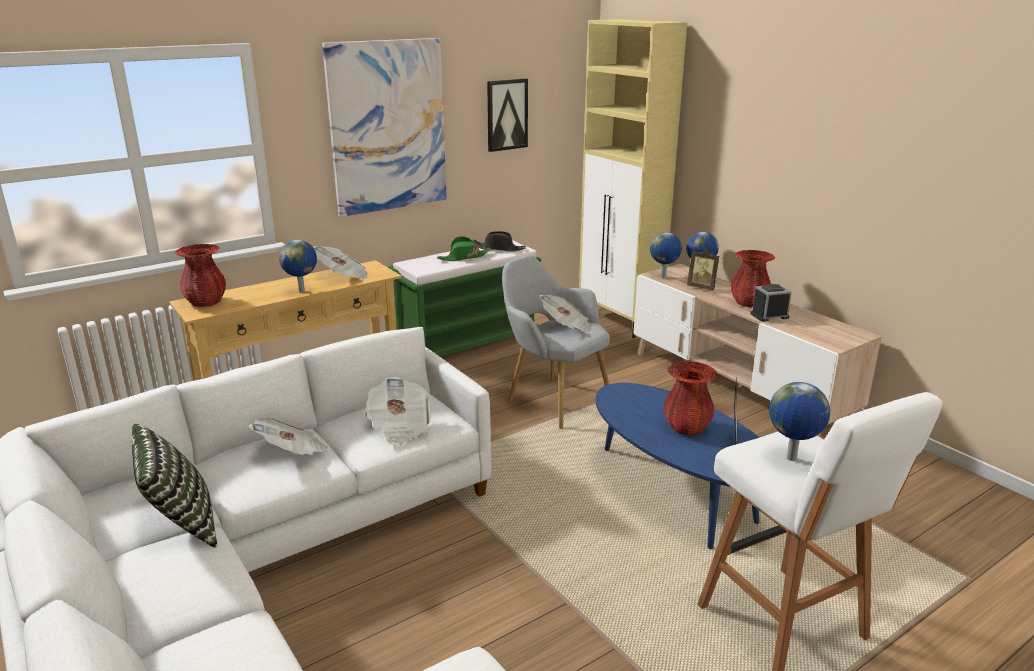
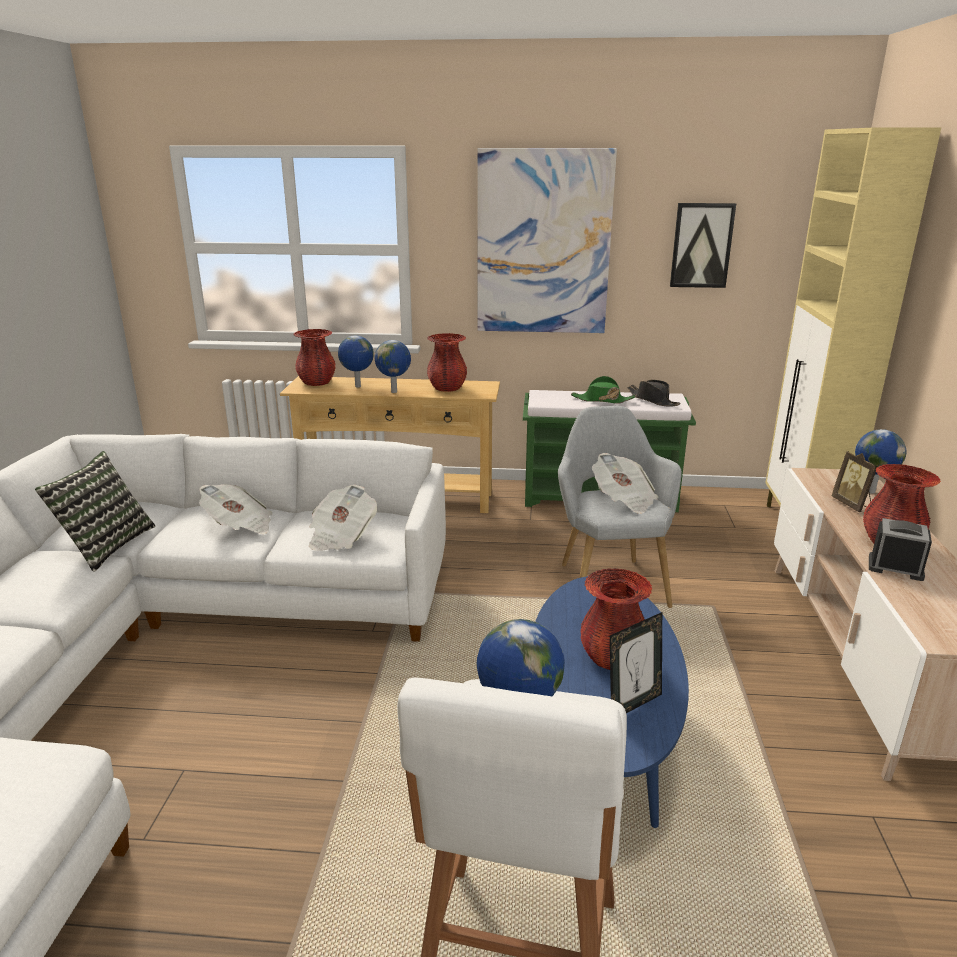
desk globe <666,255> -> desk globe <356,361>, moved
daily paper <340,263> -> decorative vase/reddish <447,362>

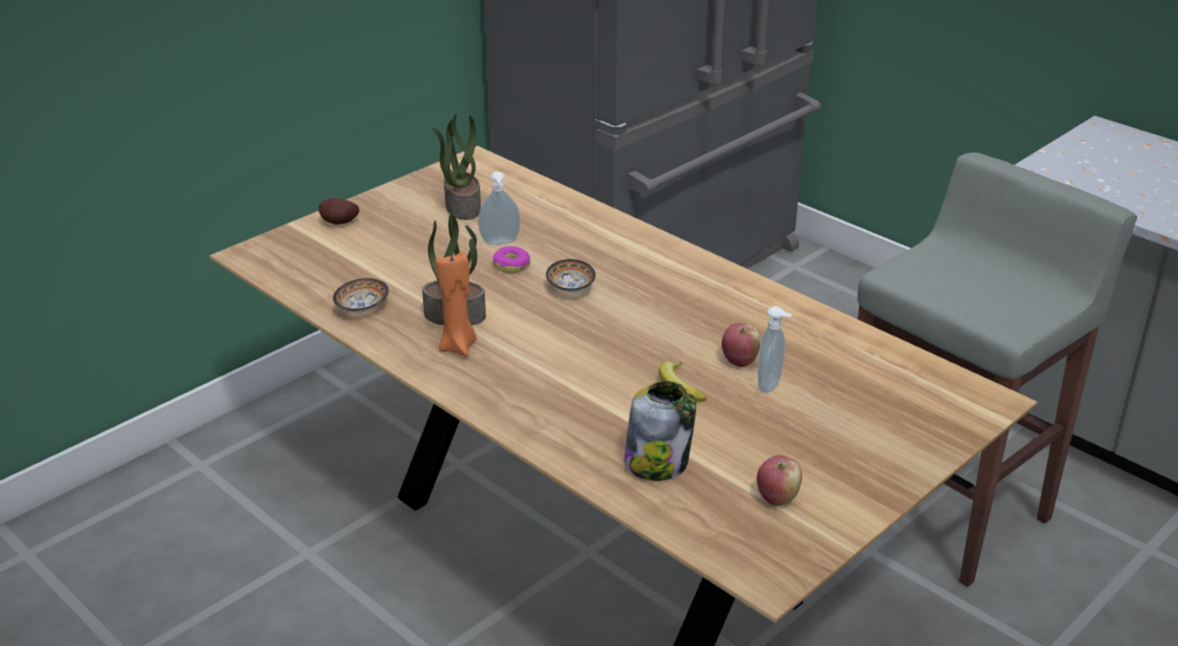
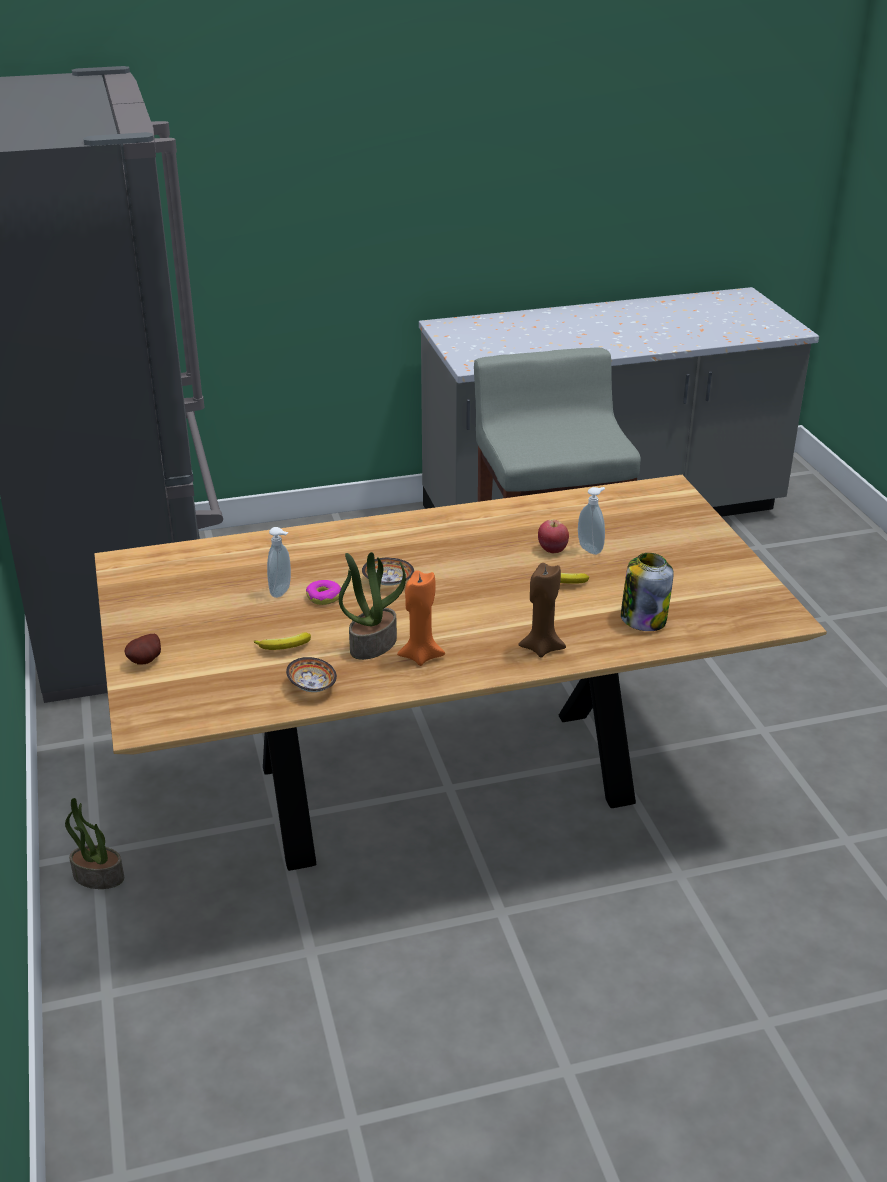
apple <779,480> -> none
none -> whole banana <282,641>
none -> wax candle/brownish <542,610>
plant in a pot <455,166> -> plant in a pot <94,843>, moved

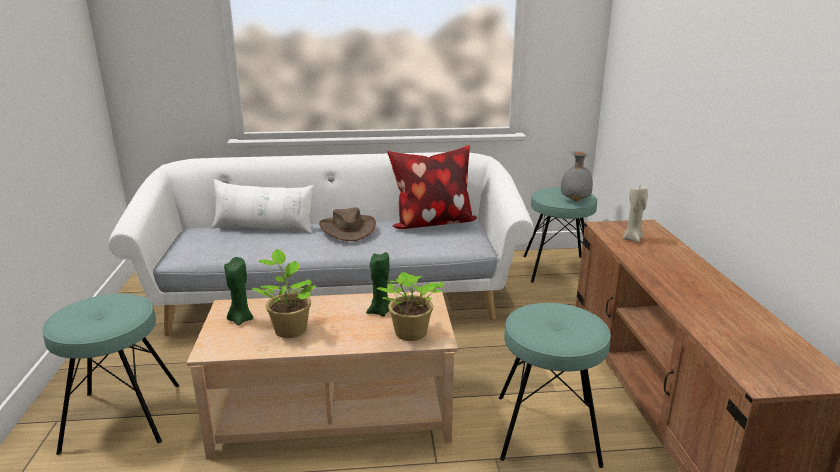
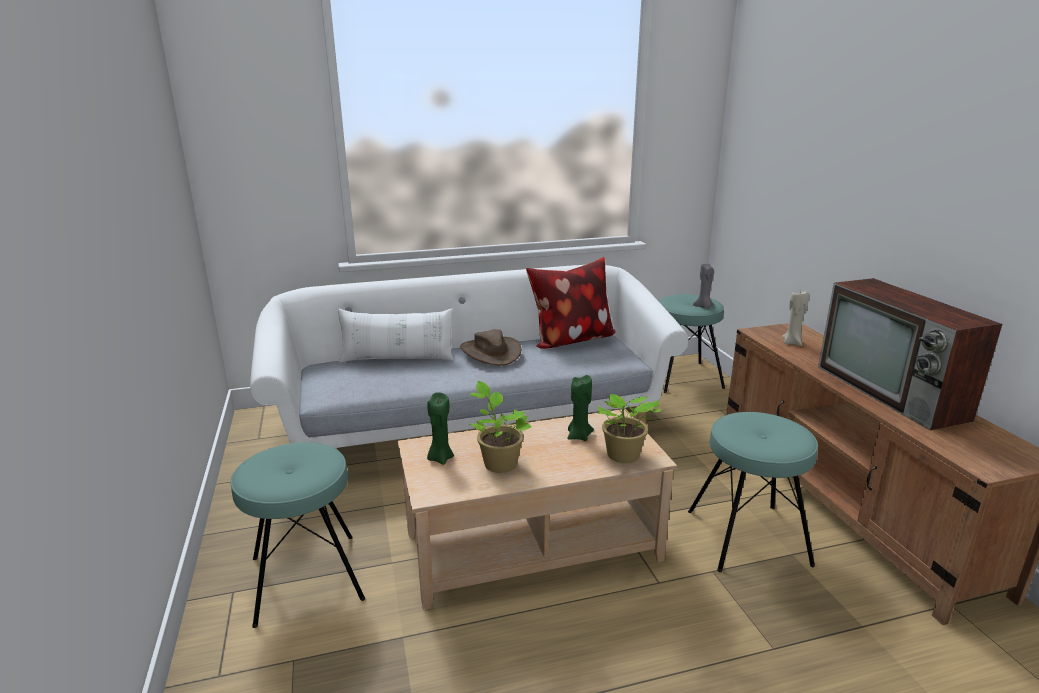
none -> television <910,354>
decorative vase/greyish <577,176> -> wax candle/greyish <703,286>

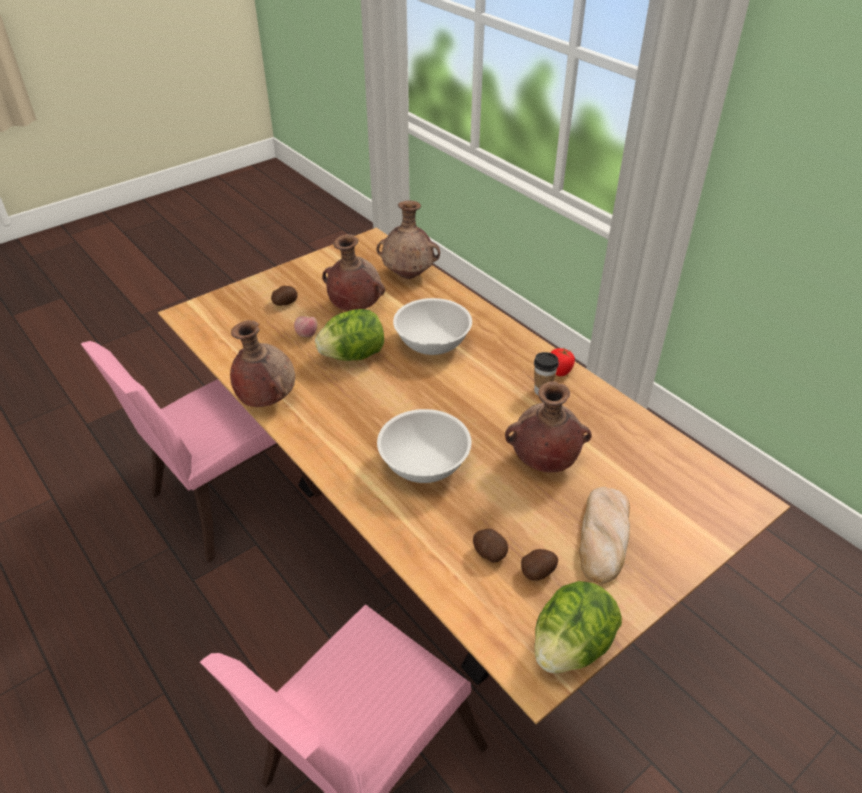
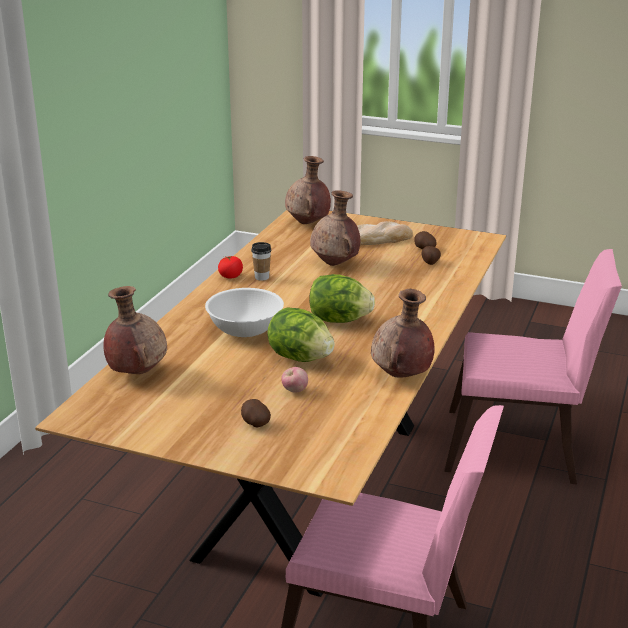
serving bowl/white-coloured <424,446> -> none
decorative vase/brownish <353,272> -> decorative vase/brownish <308,190>, moved
lettuce head <578,627> -> lettuce head <342,298>, moved

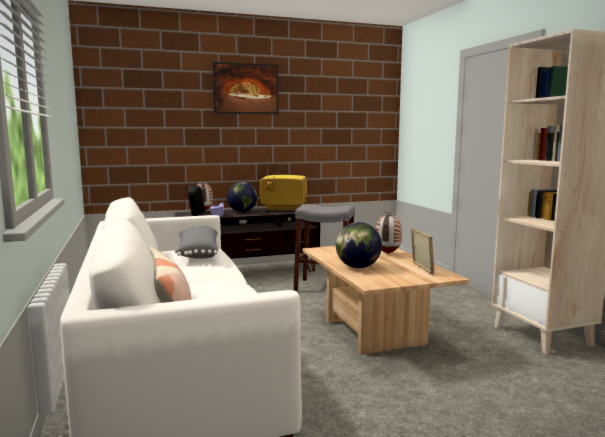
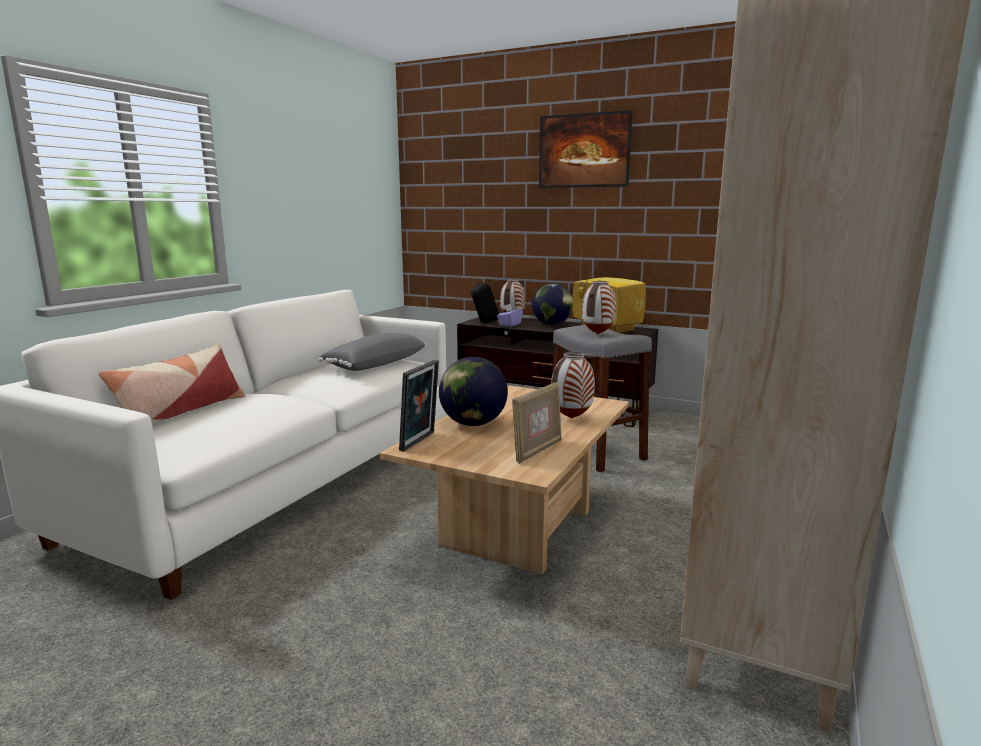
none -> picture frame <419,406>
none -> decorative vase <599,307>

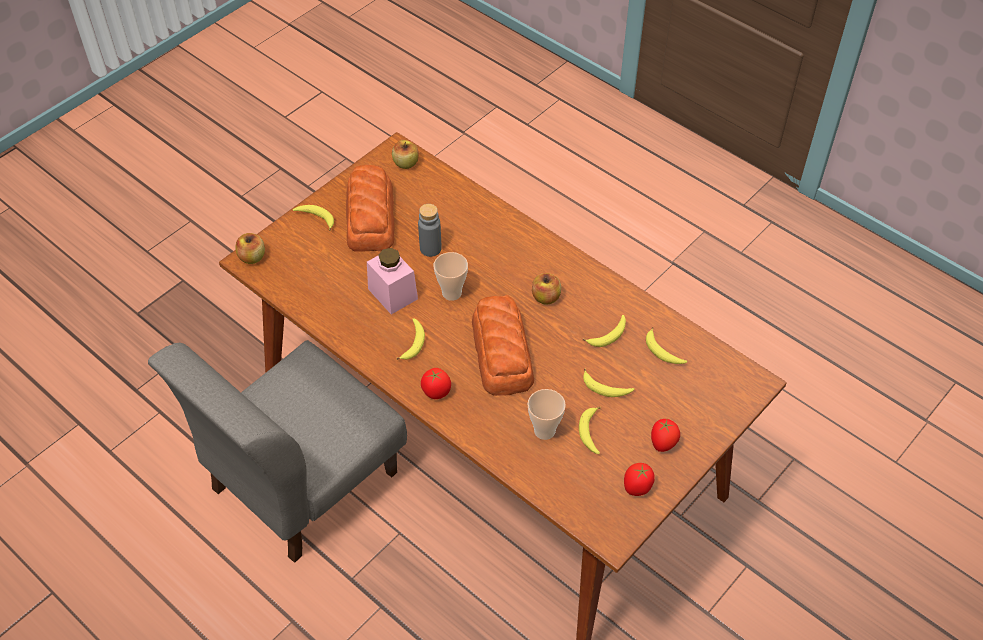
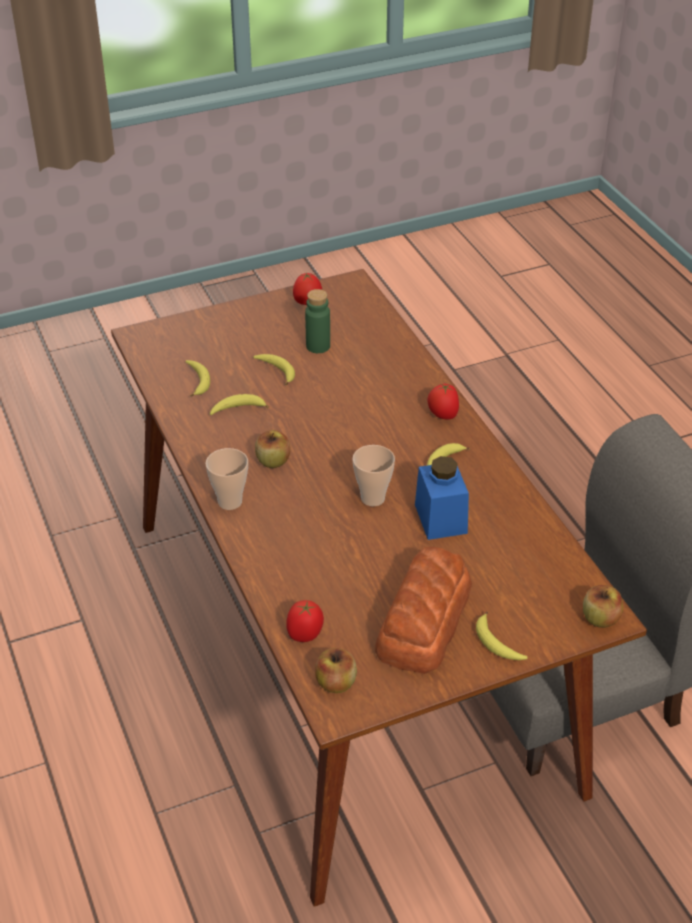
beverage bottle/greyish <430,230> -> none
bread <503,345> -> none
small cup <546,414> -> small cup <226,479>, moved
fresh tomato <665,435> -> fresh tomato <305,621>, moved
whole banana <590,430> -> beverage bottle/green <317,321>
preserve jar/pinkish <392,281> -> preserve jar/blue <442,498>

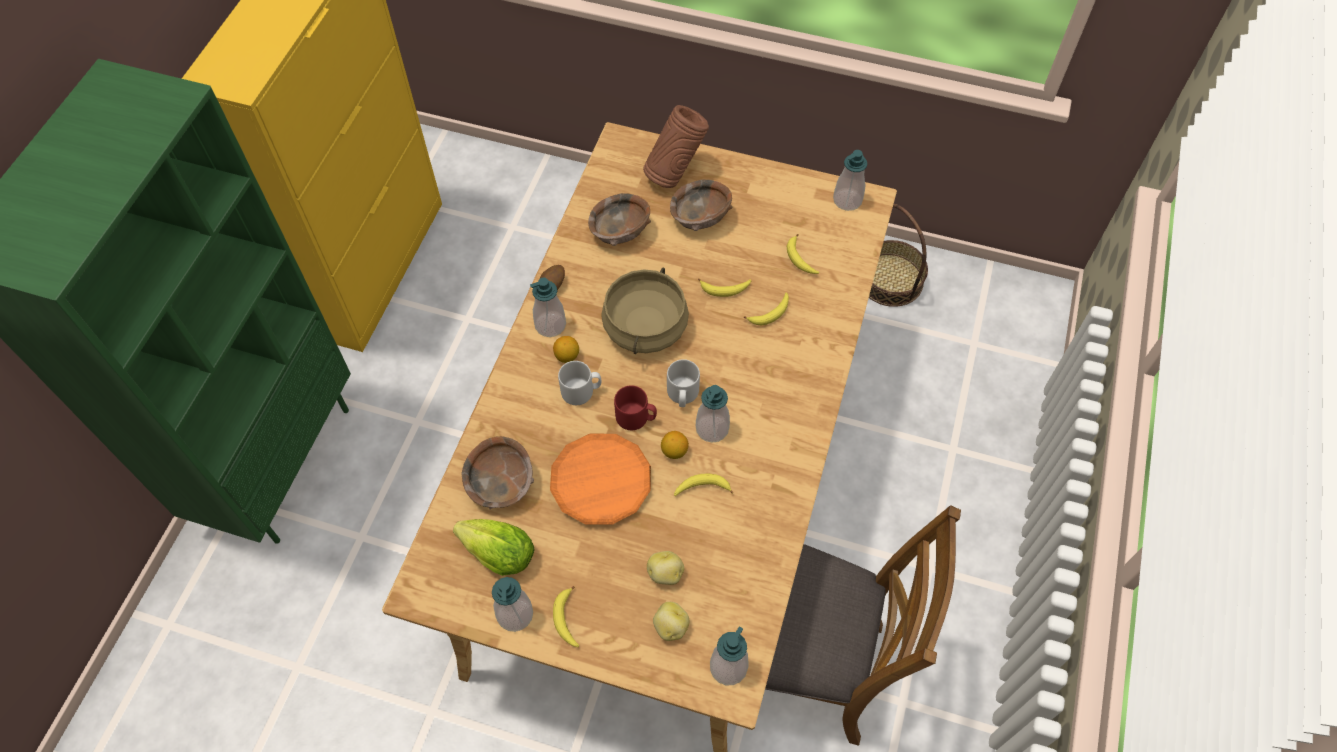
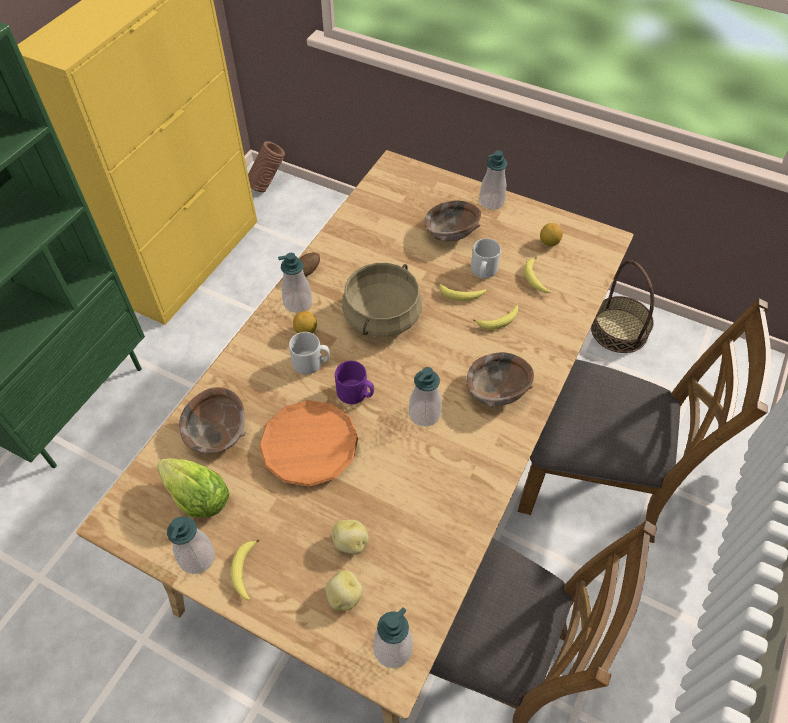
whole banana <703,485> -> none
none -> plain chair/brownish <644,420>
serving bowl/brownish <619,219> -> serving bowl/brownish <500,380>, moved
decorative vase/brownish <676,146> -> decorative vase/brownish <266,166>, moved
lemon <675,445> -> lemon <551,234>, moved
coffee mug/greyish <683,383> -> coffee mug/greyish <486,258>, moved
soap dispenser <850,180> -> soap dispenser <493,180>, moved
coffee mug/reddish <635,407> -> coffee mug/purple-coloured <354,382>

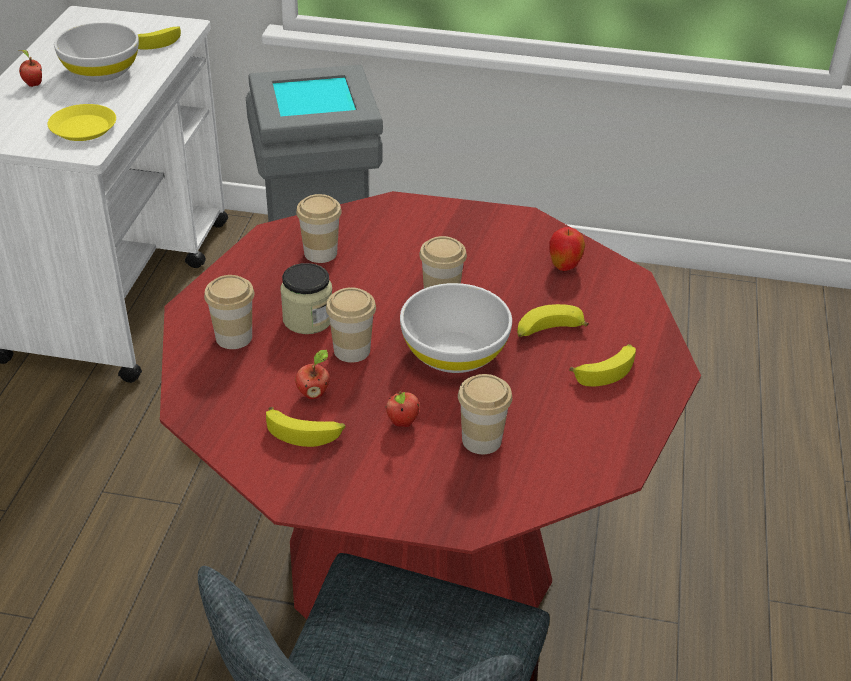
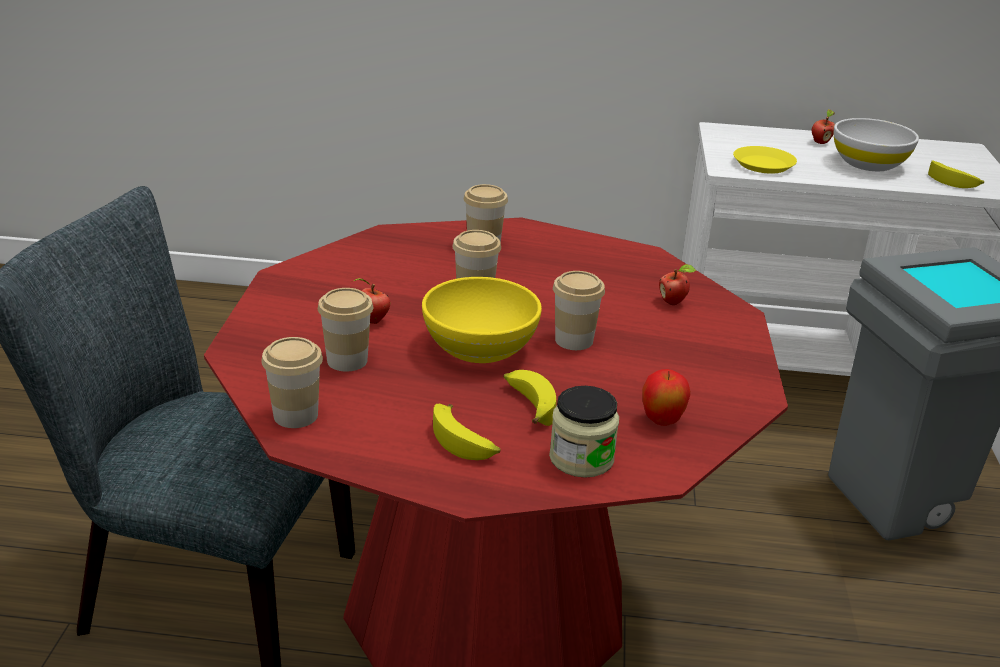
whole banana <305,427> -> none
preserve jar <306,298> -> preserve jar <584,432>, moved
apple <312,374> -> apple <677,284>, moved
small cup <319,228> -> small cup <292,382>, moved
serving bowl/white-coloured <456,328> -> serving bowl/yellow-coloured <482,320>

